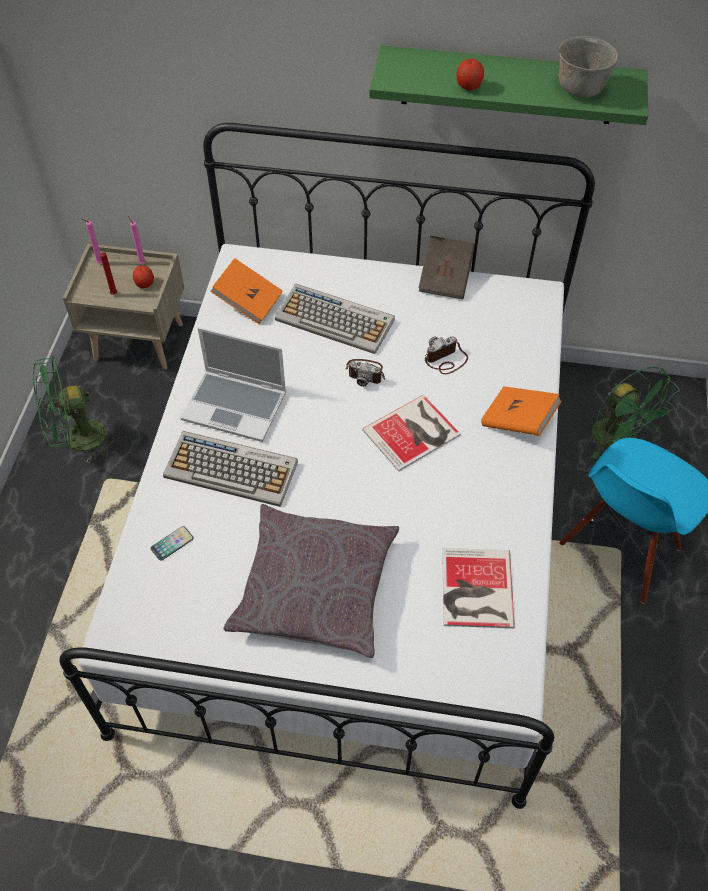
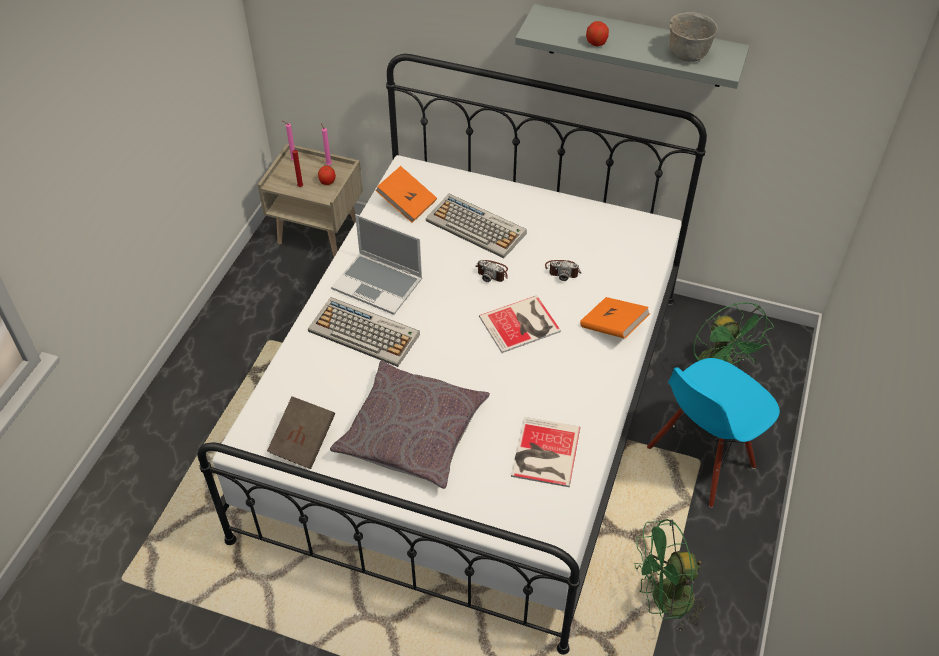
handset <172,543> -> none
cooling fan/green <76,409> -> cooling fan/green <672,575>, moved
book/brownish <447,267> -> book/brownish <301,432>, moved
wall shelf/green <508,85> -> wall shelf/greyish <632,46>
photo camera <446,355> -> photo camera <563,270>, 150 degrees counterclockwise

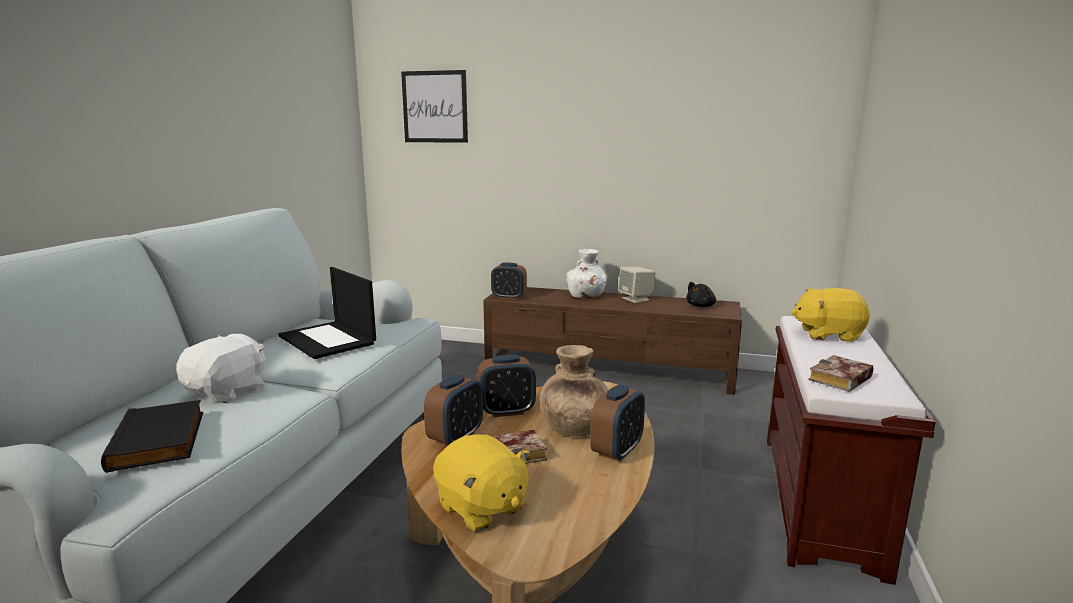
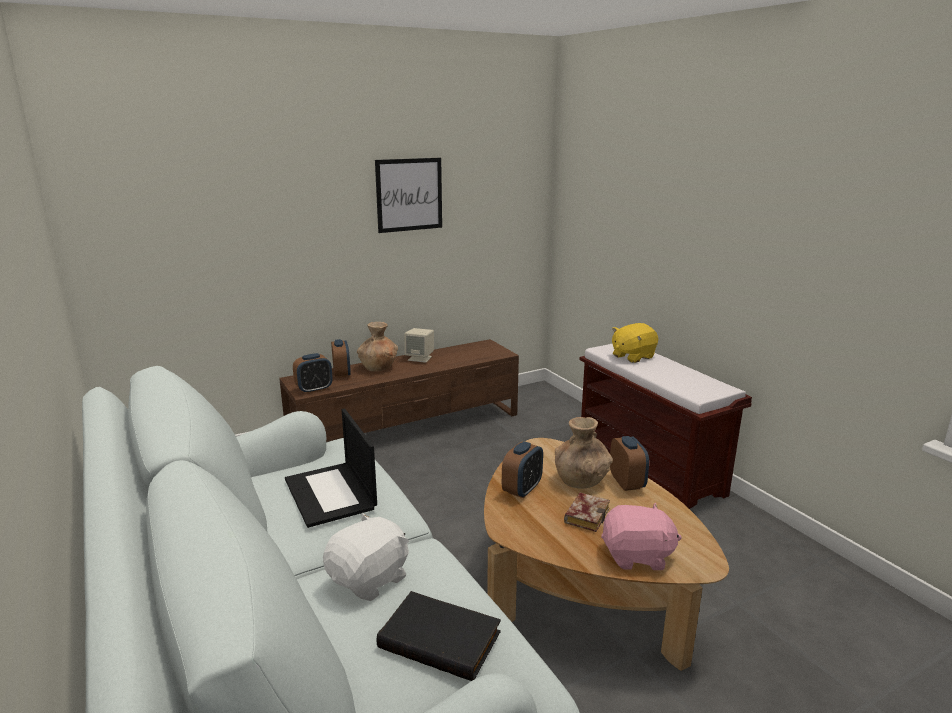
soft toy/blackish <701,294> -> none
book <841,373> -> none
wall art <434,106> -> wall art <408,195>, moved
table clock <453,410> -> table clock <341,358>, moved
soft toy/yellow-coloured <481,483> -> soft toy/pinkish <641,536>
decorative vase/white-coloured <587,274> -> decorative vase/brownish <377,346>
soft toy/white-coloured <221,368> -> soft toy/white-coloured <366,557>, 60 degrees clockwise
laptop <327,313> -> laptop <331,468>, 60 degrees clockwise

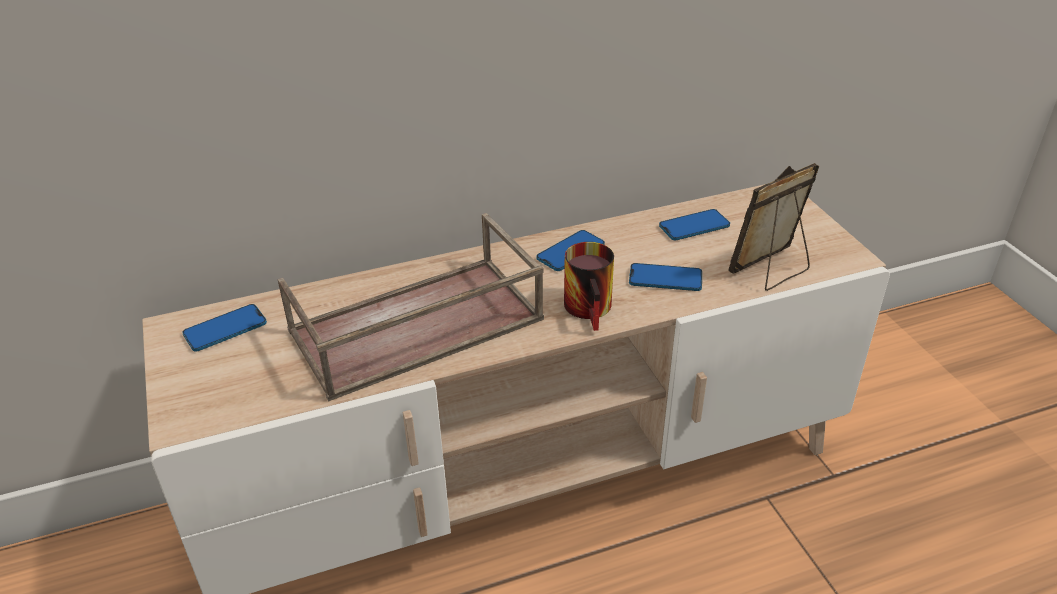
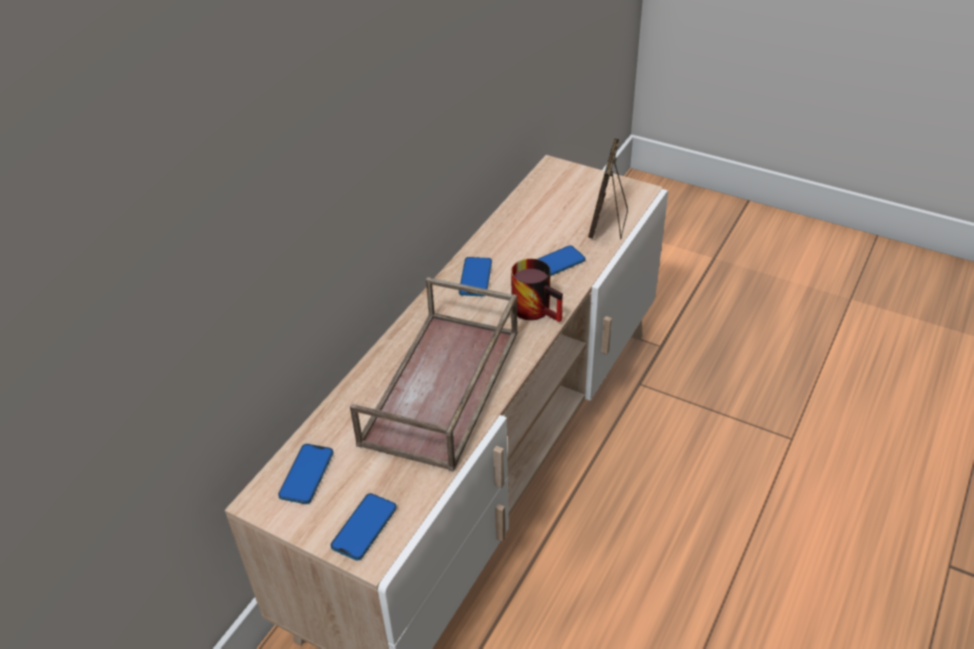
handset <694,224> -> handset <363,527>, moved

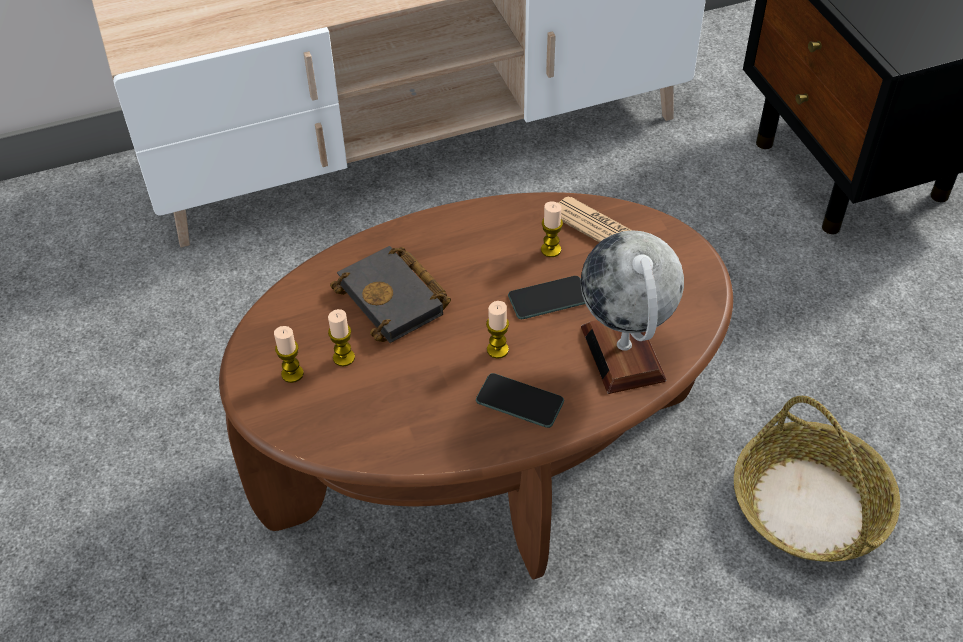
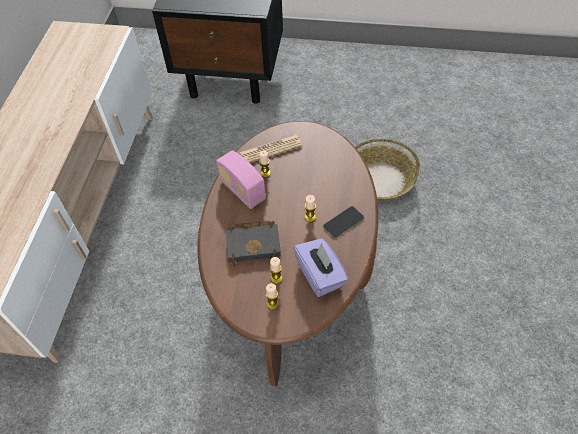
handset <546,297> -> none
desk globe <632,312> -> none
none -> radio <241,179>
none -> box of tissues/purple-coloured <320,267>

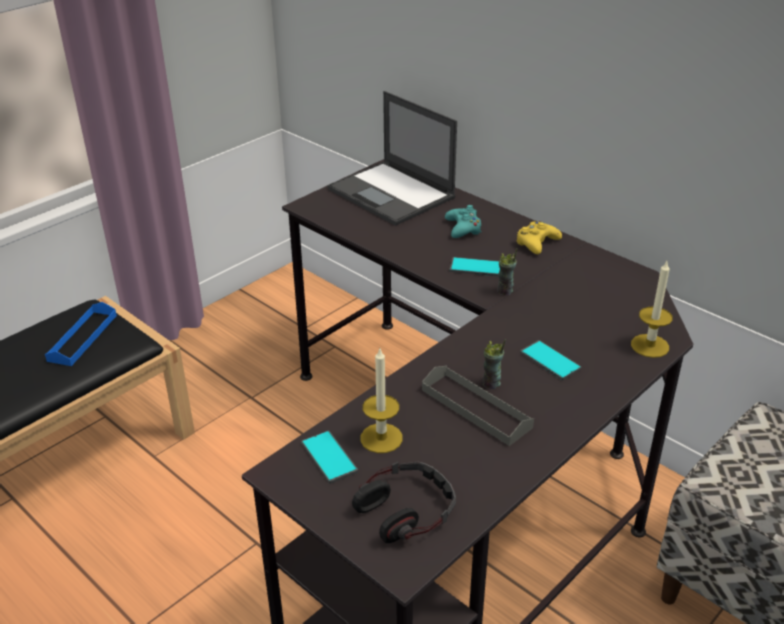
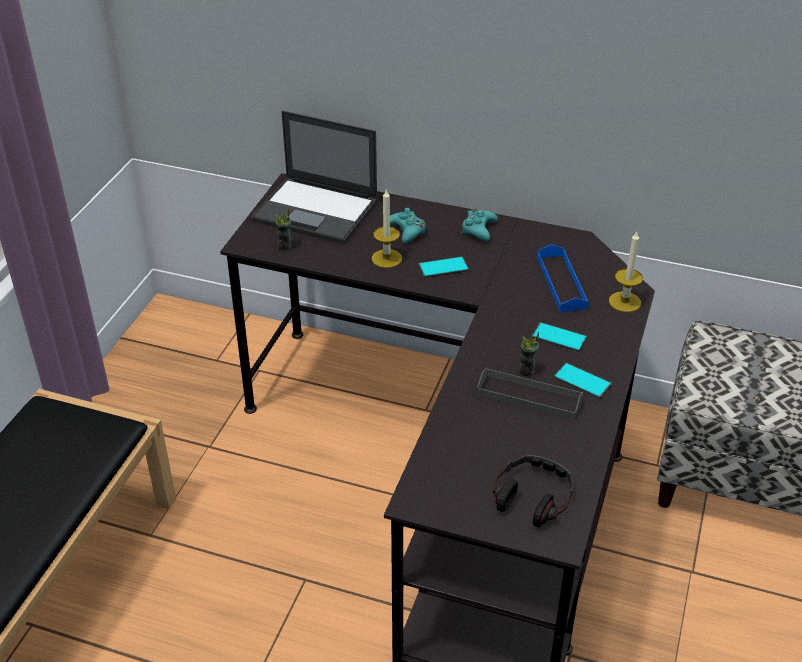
serving tray/blue <81,334> -> serving tray/blue <563,278>, moved
handset <329,457> -> handset <583,381>, moved
wax candle <381,401> -> wax candle <387,229>, moved
small cup <507,272> -> small cup <284,229>, moved
joypad/yellow-coloured <539,237> -> joypad/blue-green <479,225>

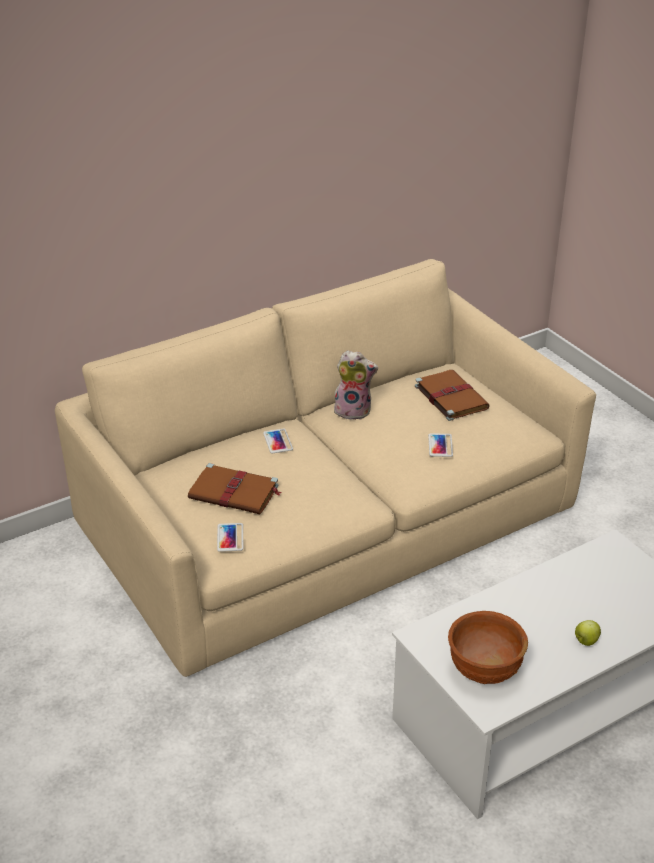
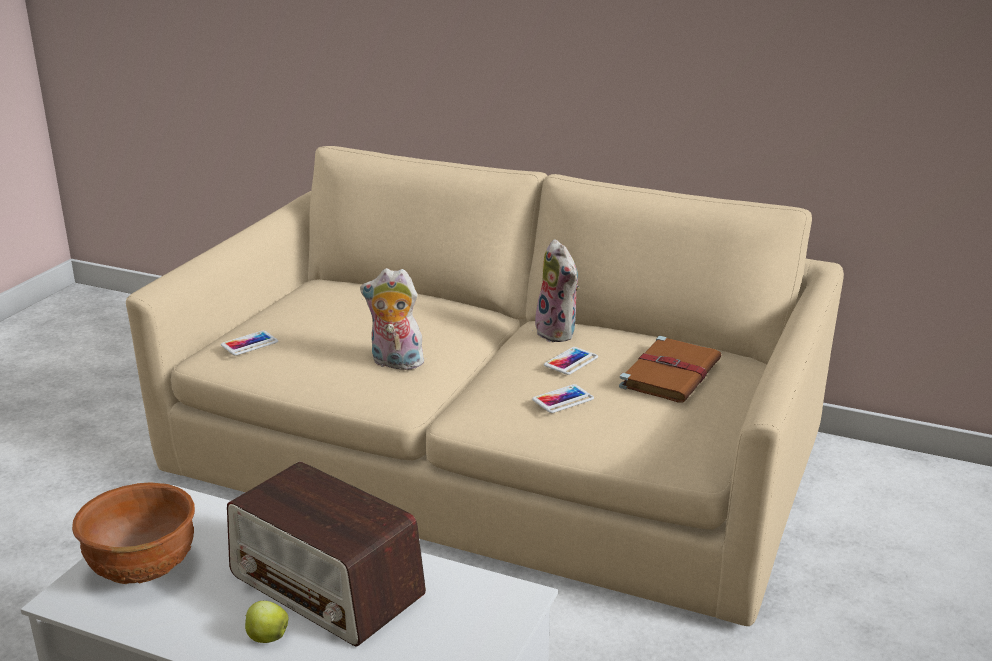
book/brownish <235,488> -> none
none -> radio <326,554>
none -> soft toy <392,319>
handset <278,440> -> handset <571,361>, moved

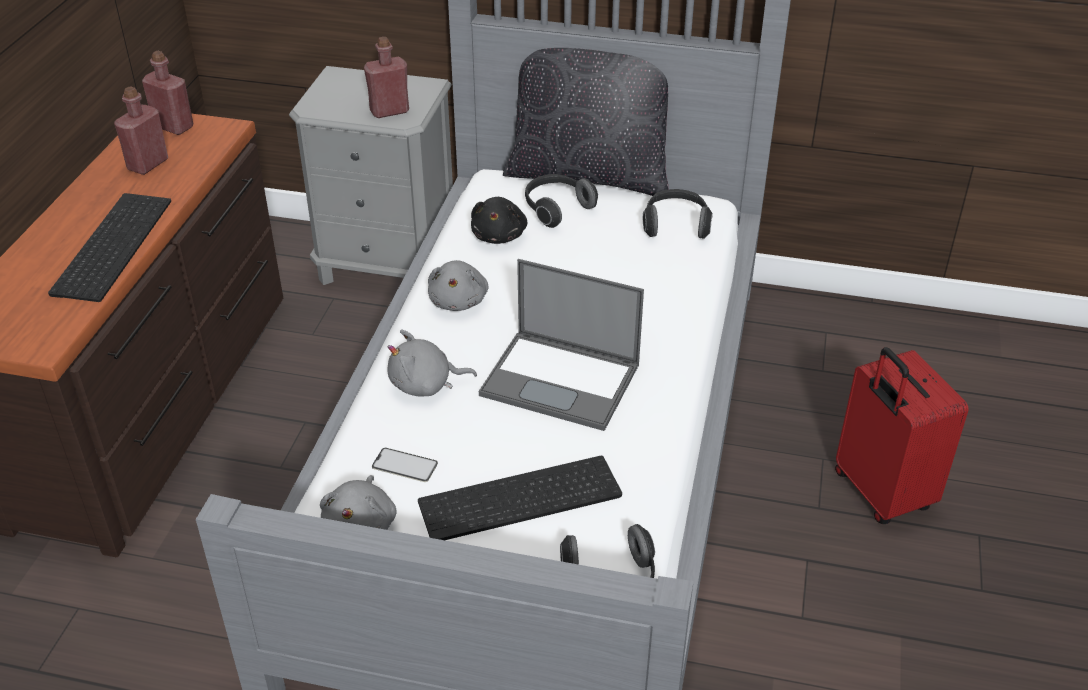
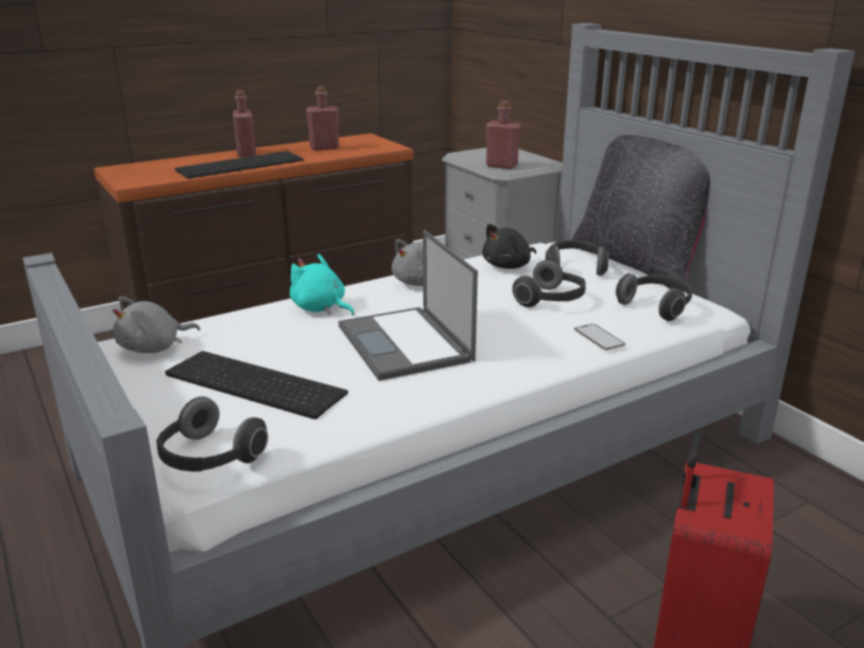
none -> pair of headphones <549,283>
beverage bottle/reddish <167,93> -> beverage bottle/reddish <244,123>, moved
handset <405,465> -> handset <599,337>, moved
soft toy/greyish <432,363> -> soft toy/blue-green <322,284>

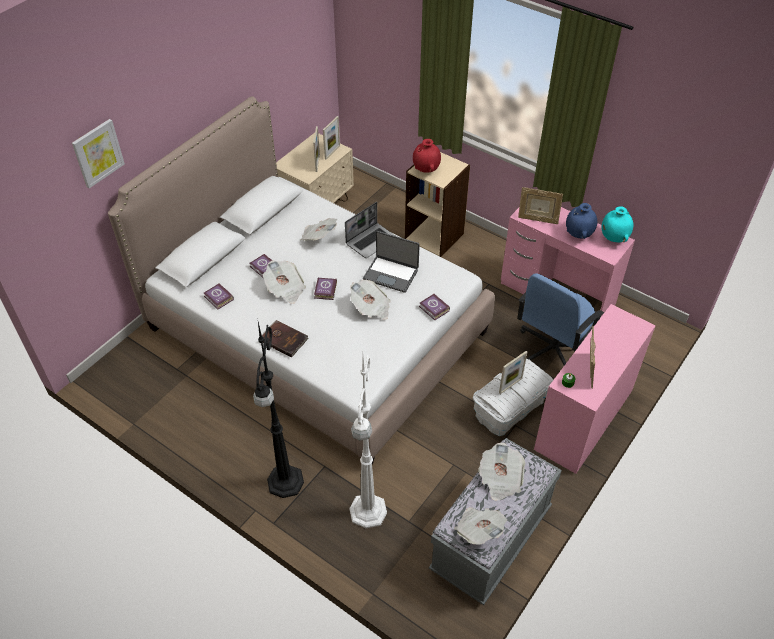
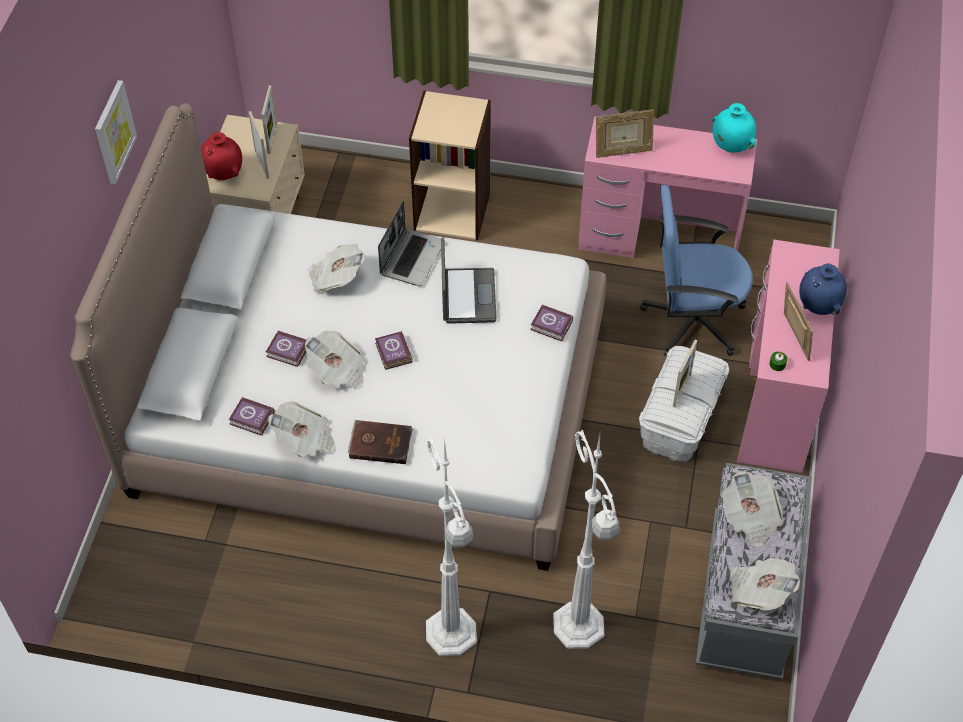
wall art <98,153> -> wall art <116,132>, moved
daily paper <370,300> -> daily paper <302,429>, moved
decorative vase/reddish <427,156> -> decorative vase/reddish <221,156>, moved
decorative vase/blue <581,221> -> decorative vase/blue <823,289>, moved
floor lamp/blackish <278,410> -> floor lamp/white-coloured <451,546>
laptop <391,262> -> laptop <469,280>, 90 degrees counterclockwise
computer chair/blue <560,319> -> computer chair/blue <696,271>, 75 degrees clockwise

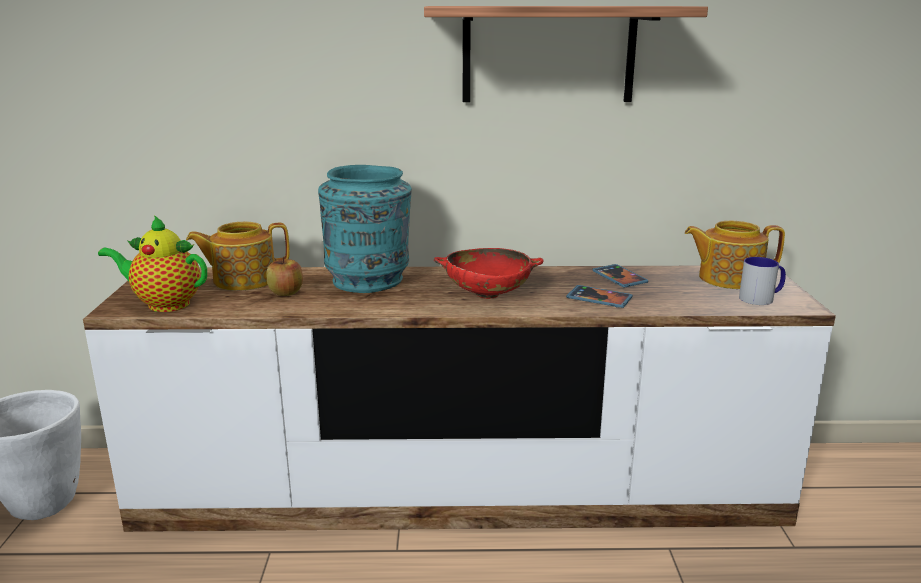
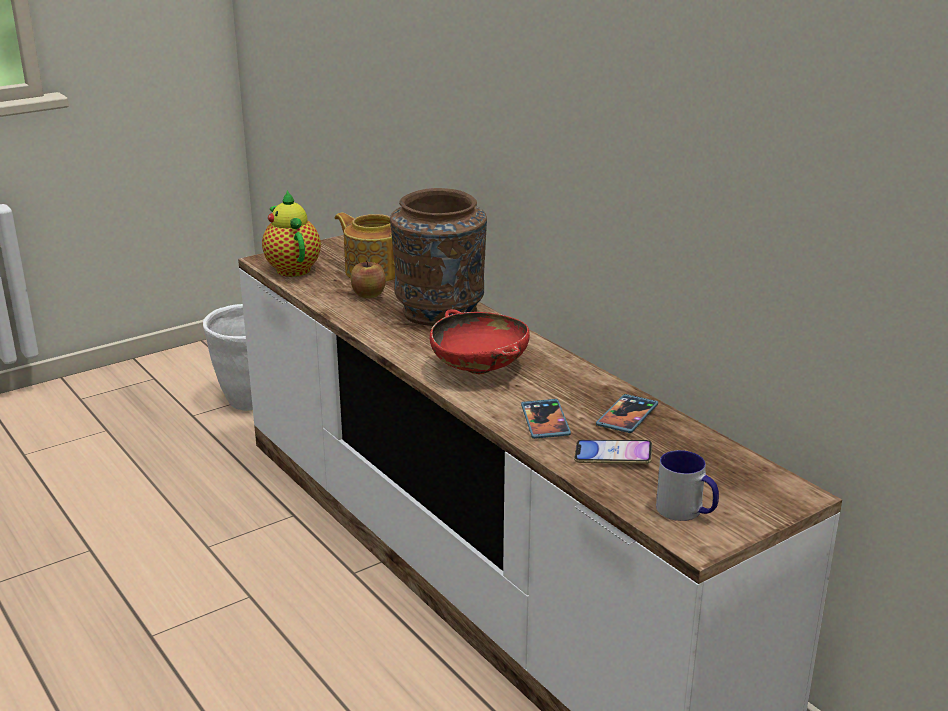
wall shelf <566,54> -> none
teapot <735,255> -> none
none -> handset <613,451>
decorative vase/blue-green <365,229> -> decorative vase/brownish <438,257>

